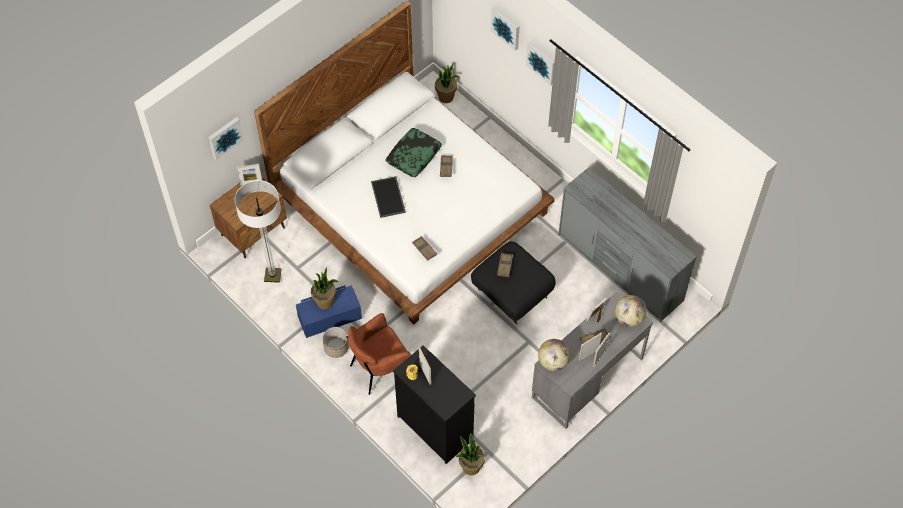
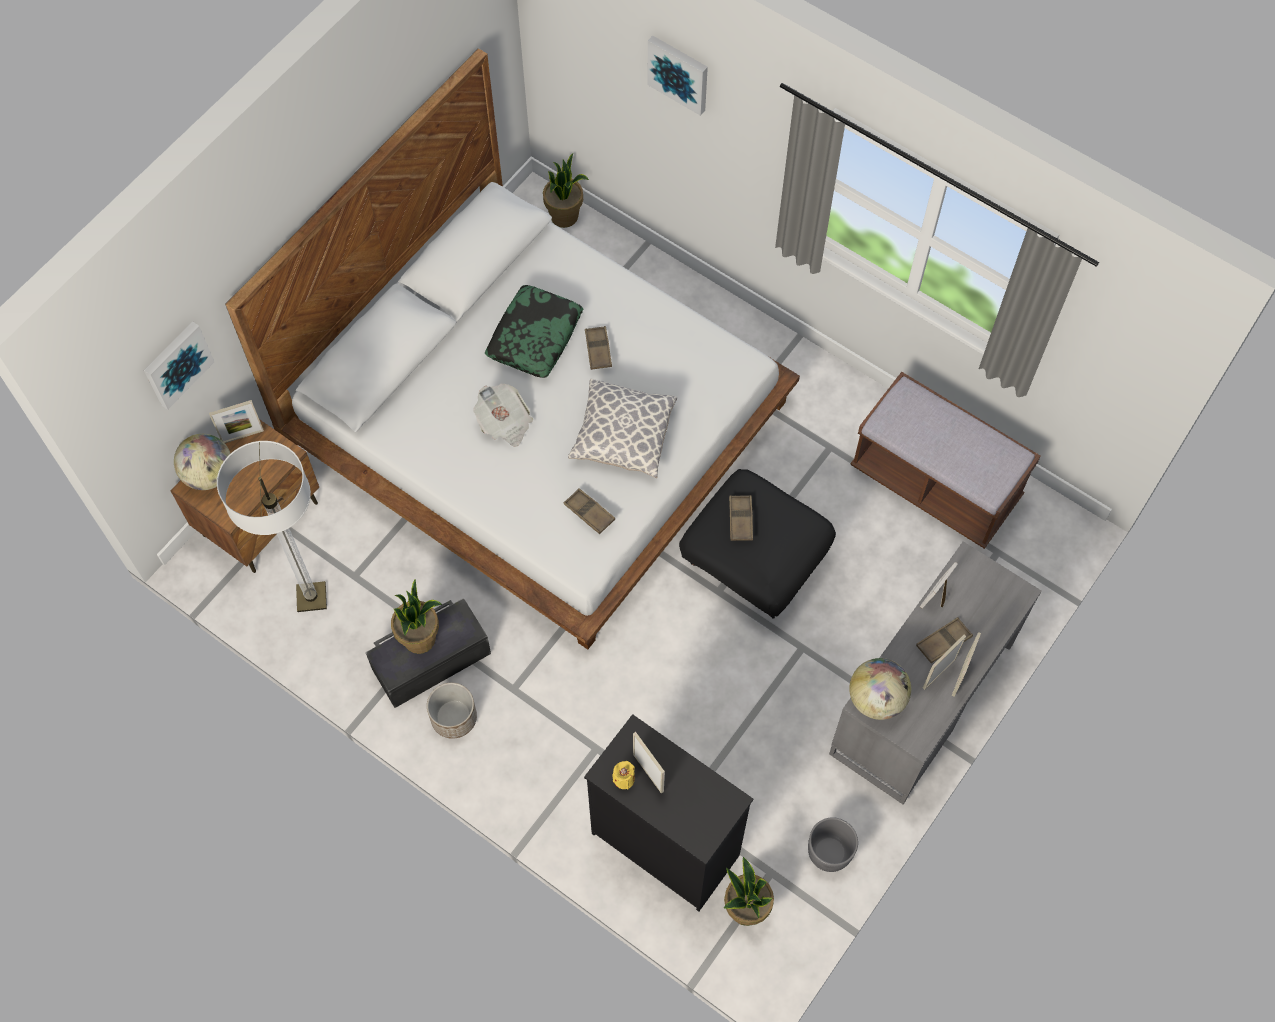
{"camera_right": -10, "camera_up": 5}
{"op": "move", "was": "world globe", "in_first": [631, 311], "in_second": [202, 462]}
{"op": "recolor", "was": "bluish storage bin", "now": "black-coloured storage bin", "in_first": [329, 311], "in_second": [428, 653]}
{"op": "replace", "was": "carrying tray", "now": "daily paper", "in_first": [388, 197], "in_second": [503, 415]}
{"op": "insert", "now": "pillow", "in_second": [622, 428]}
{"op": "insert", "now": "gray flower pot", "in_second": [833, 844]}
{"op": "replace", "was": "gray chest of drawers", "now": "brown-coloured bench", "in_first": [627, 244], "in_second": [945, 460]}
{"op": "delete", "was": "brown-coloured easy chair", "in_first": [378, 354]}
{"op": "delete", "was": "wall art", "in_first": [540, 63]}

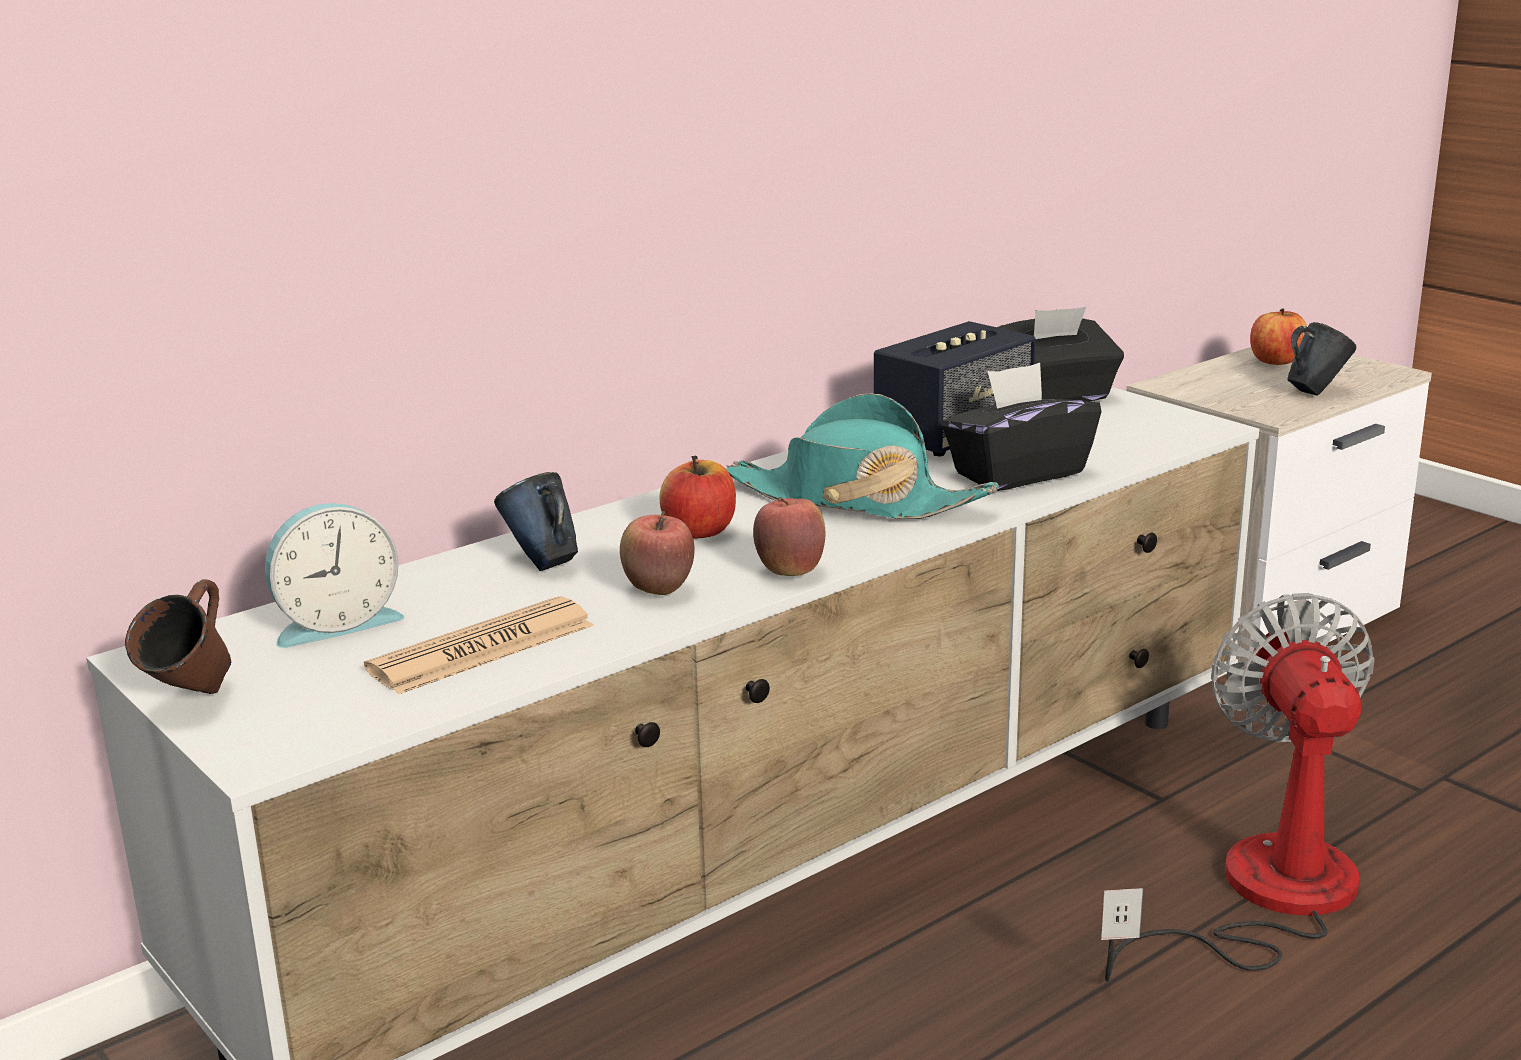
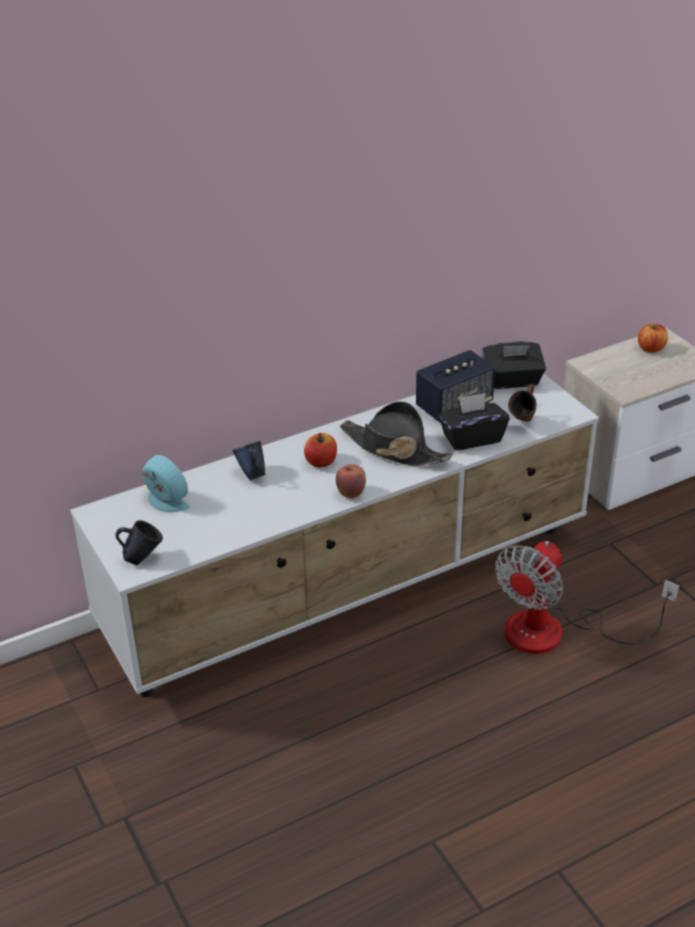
{"camera_right": 10, "camera_up": 15}
{"op": "move", "was": "bluish mug", "in_first": [1321, 359], "in_second": [139, 542]}
{"op": "rotate", "was": "alarm clock", "in_first": [334, 575], "in_second": [165, 483], "clockwise": -120}
{"op": "recolor", "was": "turquoise hat", "now": "black-coloured hat", "in_first": [862, 456], "in_second": [396, 433]}
{"op": "rotate", "was": "fan", "in_first": [1238, 787], "in_second": [587, 597], "clockwise": -150}
{"op": "move", "was": "brown-coloured mug", "in_first": [178, 636], "in_second": [522, 403]}
{"op": "delete", "was": "daily paper", "in_first": [479, 645]}
{"op": "delete", "was": "apple", "in_first": [657, 553]}

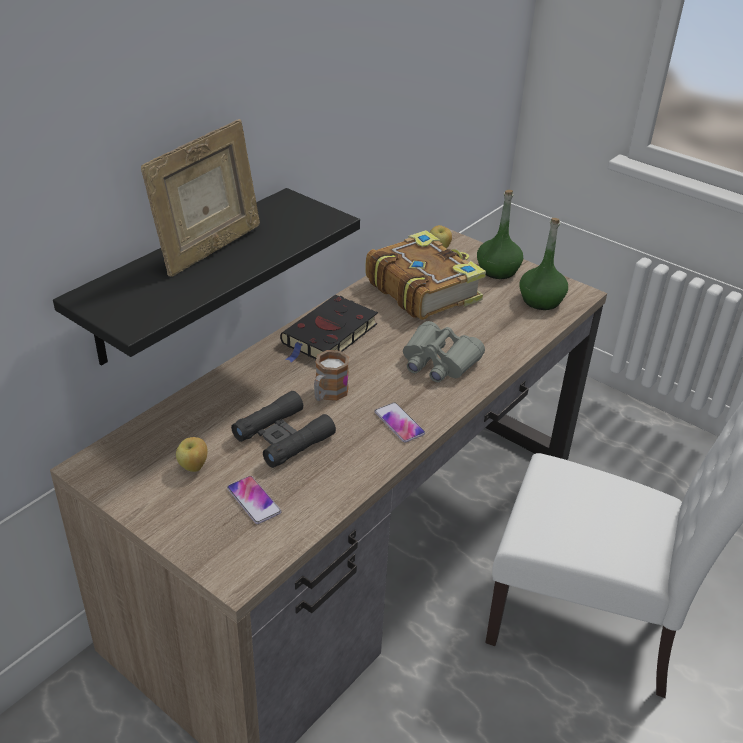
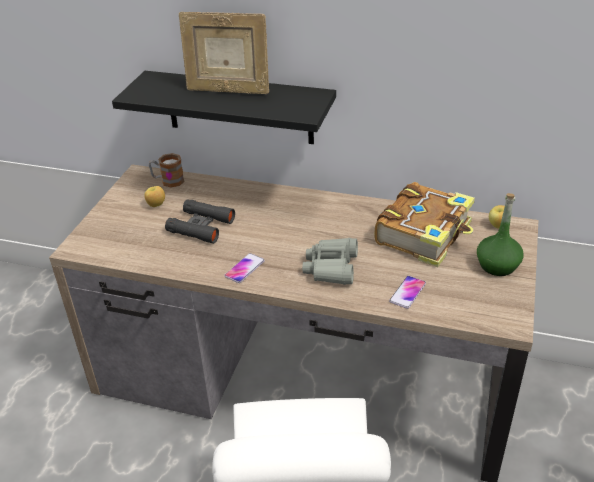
{"camera_right": 70, "camera_up": 0}
{"op": "move", "was": "mug", "in_first": [331, 375], "in_second": [167, 170]}
{"op": "move", "was": "phone", "in_first": [254, 500], "in_second": [407, 292]}
{"op": "delete", "was": "black-coloured bound book", "in_first": [329, 328]}
{"op": "delete", "was": "greenish drink bottle", "in_first": [543, 264]}

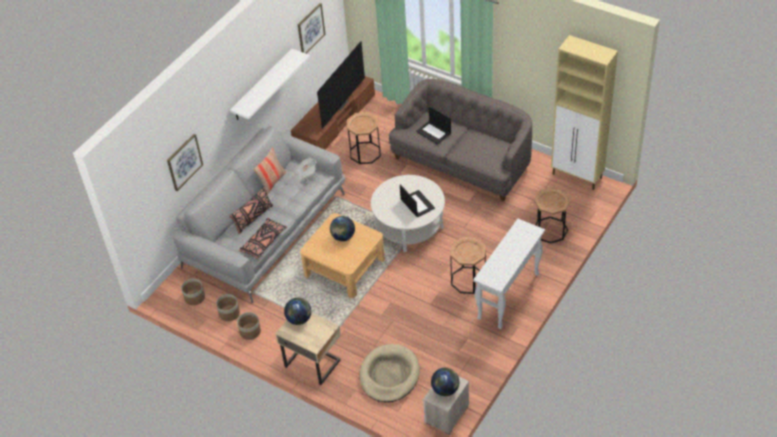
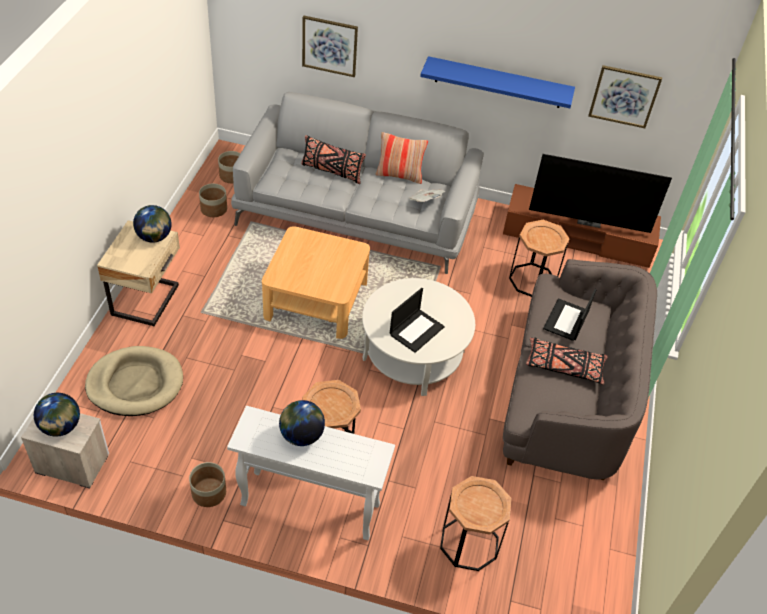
{"camera_right": 65, "camera_up": 0}
{"op": "move", "was": "flower pot", "in_first": [249, 326], "in_second": [207, 484]}
{"op": "move", "was": "world globe", "in_first": [342, 228], "in_second": [302, 423]}
{"op": "recolor", "was": "white-coloured shelf", "now": "bluish shelf", "in_first": [270, 84], "in_second": [497, 82]}
{"op": "move", "was": "black-coloured pillow", "in_first": [263, 238], "in_second": [567, 361]}
{"op": "delete", "was": "sand-coloured storage cabinet", "in_first": [584, 112]}

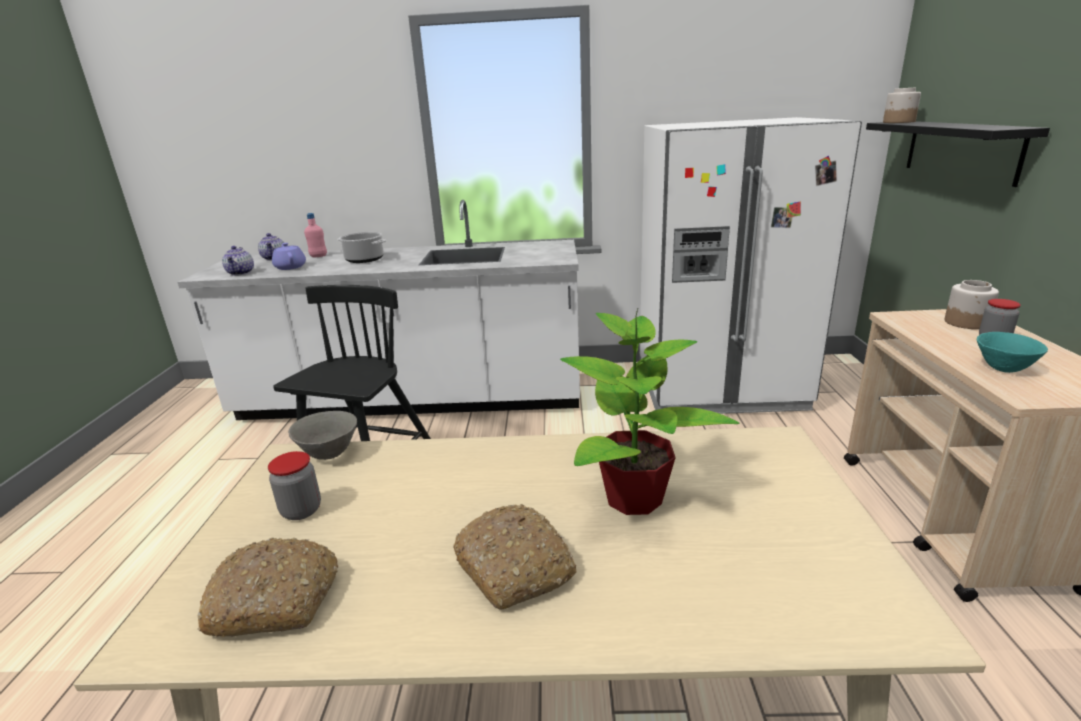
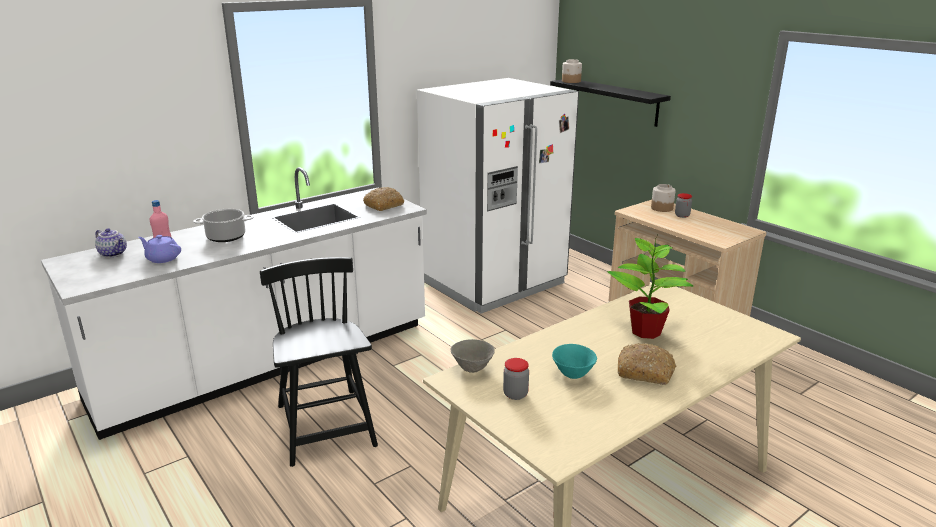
{"camera_right": -40, "camera_up": 0}
{"op": "move", "was": "bread", "in_first": [267, 587], "in_second": [383, 199]}
{"op": "move", "was": "turquoise bowl", "in_first": [1012, 352], "in_second": [574, 361]}
{"op": "delete", "was": "pot for tea", "in_first": [238, 261]}

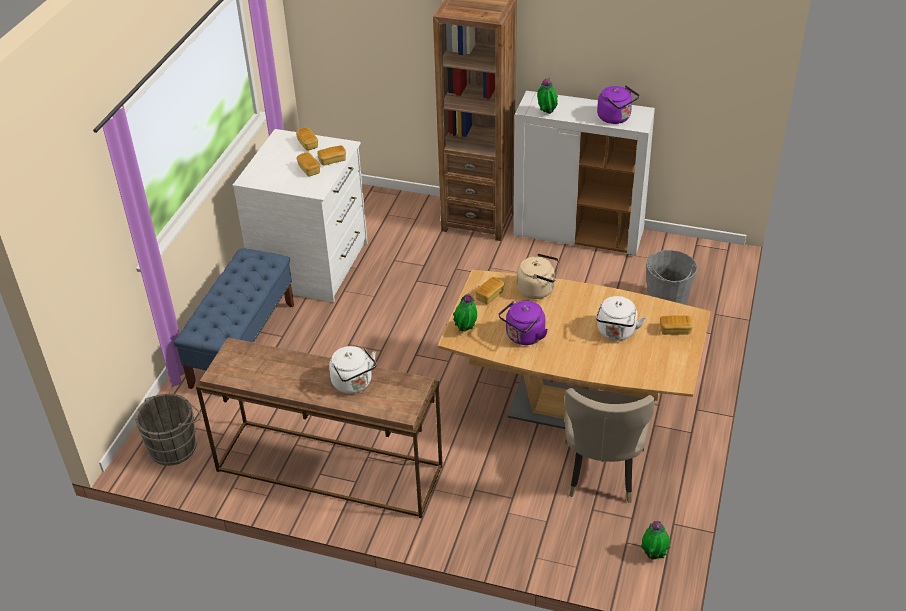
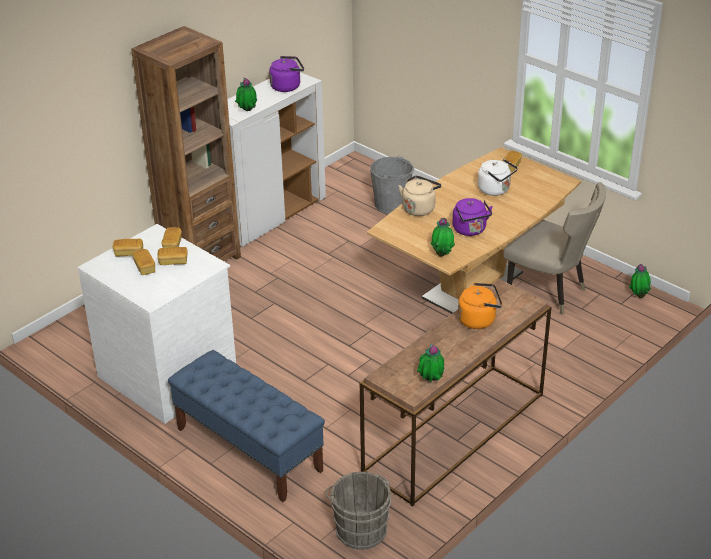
{"camera_right": -65, "camera_up": -5}
{"op": "move", "was": "bread", "in_first": [489, 290], "in_second": [143, 262]}
{"op": "insert", "now": "houseplant", "in_second": [430, 362]}
{"op": "recolor", "was": "white-coloured water kettle", "now": "orangey water kettle", "in_first": [353, 369], "in_second": [480, 306]}

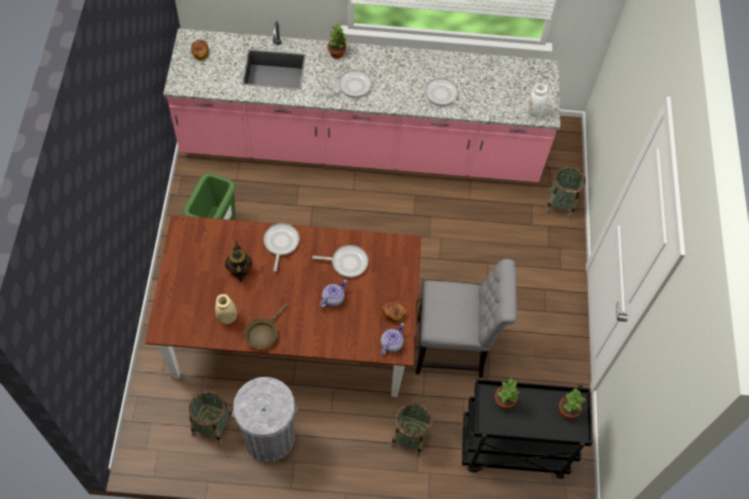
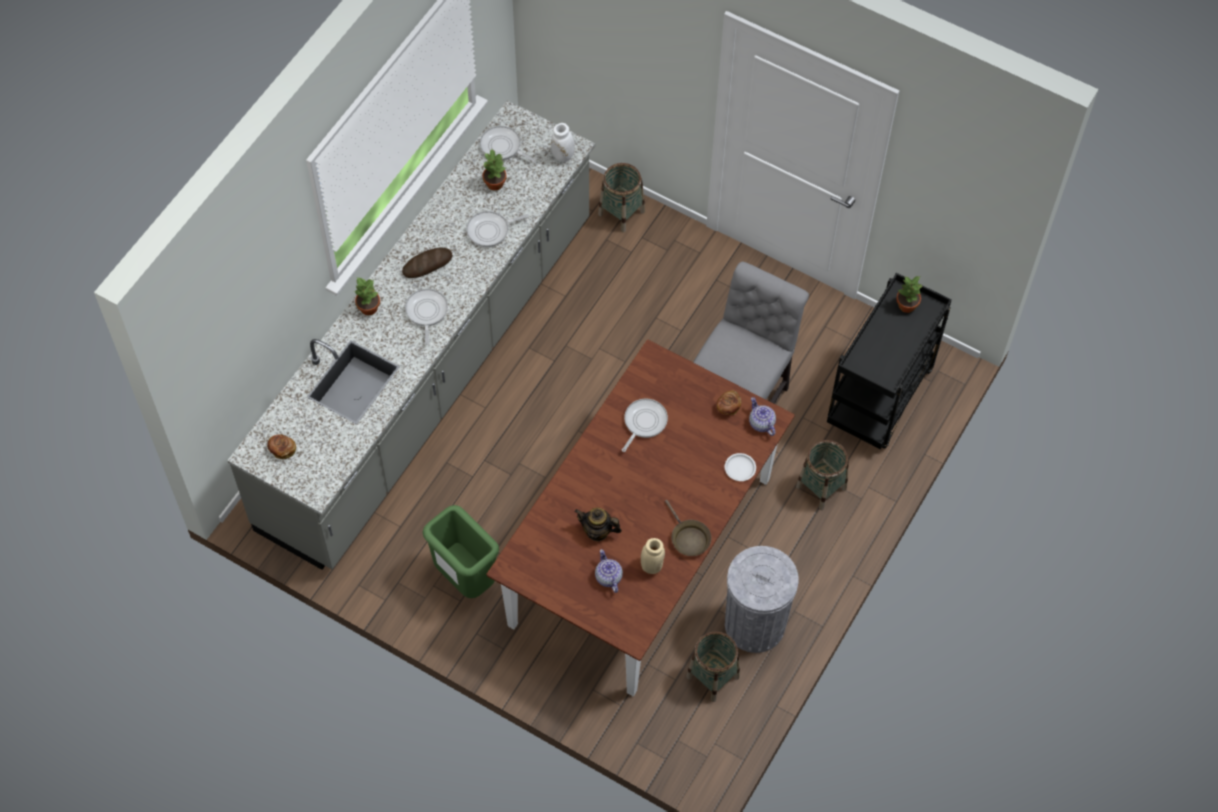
{"camera_right": -60, "camera_up": 0}
{"op": "recolor", "was": "pinkish kitchen counter", "now": "gray kitchen counter", "in_first": [361, 101], "in_second": [411, 335]}
{"op": "insert", "now": "bread", "in_second": [427, 263]}
{"op": "move", "was": "pan", "in_first": [281, 247], "in_second": [508, 144]}
{"op": "move", "was": "houseplant", "in_first": [507, 393], "in_second": [494, 170]}
{"op": "move", "was": "pot for tea", "in_first": [333, 294], "in_second": [609, 571]}
{"op": "insert", "now": "white-coloured plate", "in_second": [740, 467]}

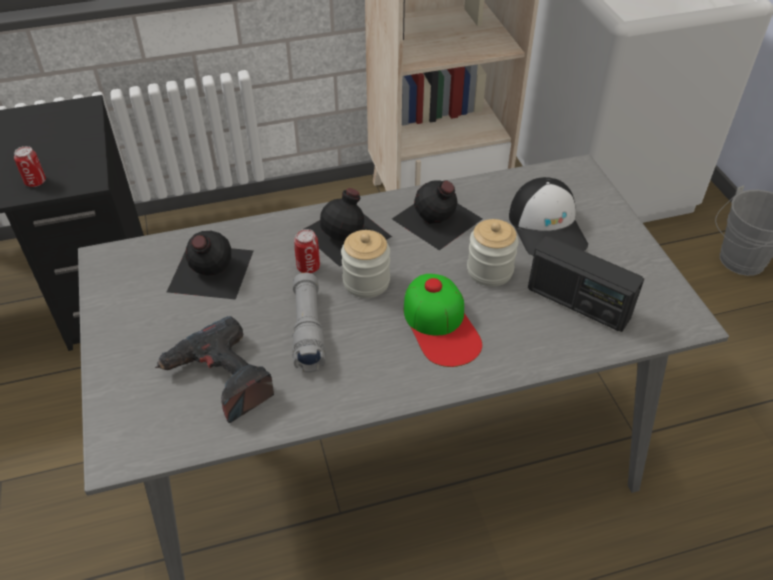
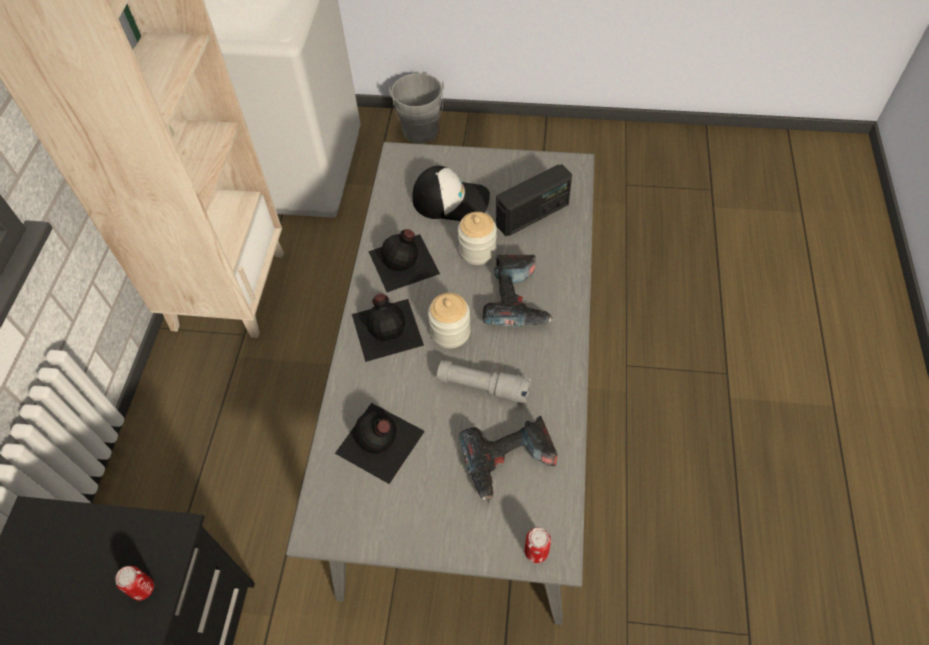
{"camera_right": -65, "camera_up": 10}
{"op": "replace", "was": "baseball cap", "now": "drill", "in_first": [443, 320], "in_second": [518, 291]}
{"op": "move", "was": "sealed can", "in_first": [307, 251], "in_second": [538, 545]}

